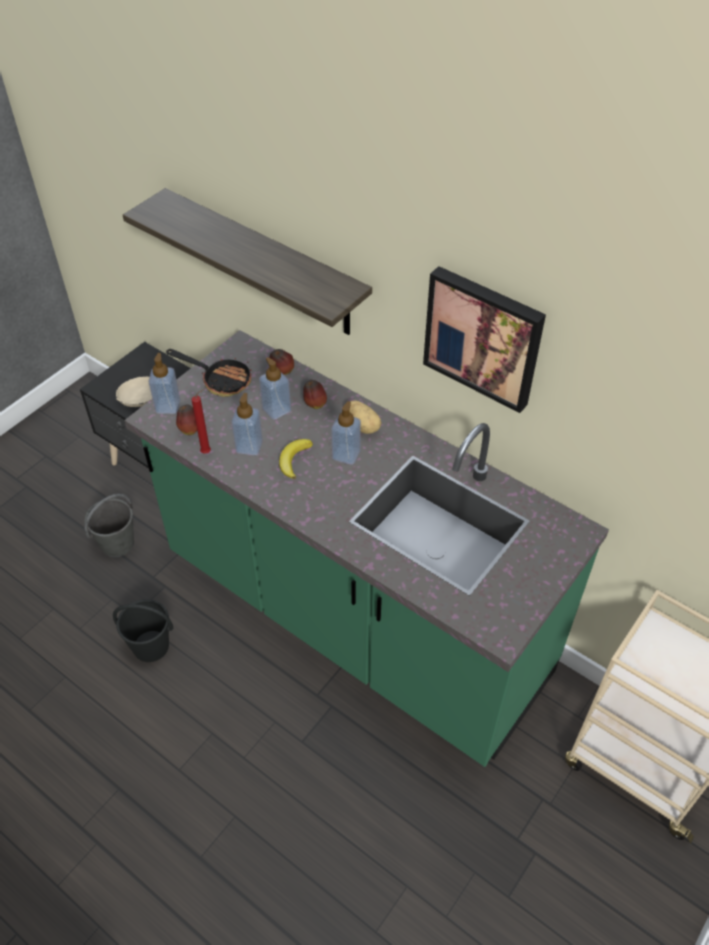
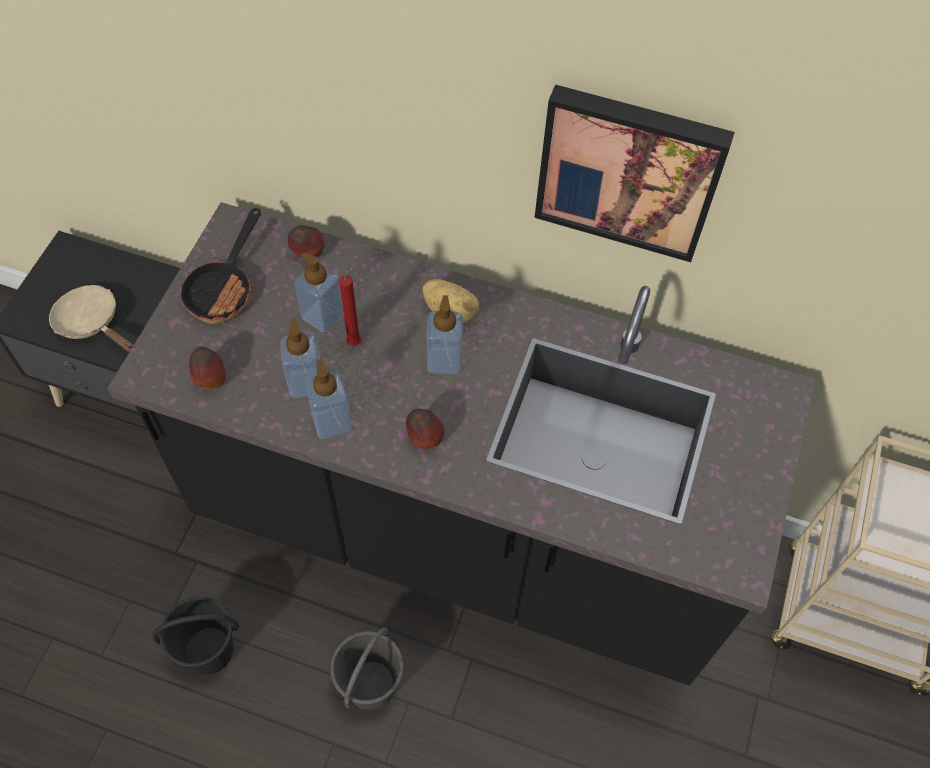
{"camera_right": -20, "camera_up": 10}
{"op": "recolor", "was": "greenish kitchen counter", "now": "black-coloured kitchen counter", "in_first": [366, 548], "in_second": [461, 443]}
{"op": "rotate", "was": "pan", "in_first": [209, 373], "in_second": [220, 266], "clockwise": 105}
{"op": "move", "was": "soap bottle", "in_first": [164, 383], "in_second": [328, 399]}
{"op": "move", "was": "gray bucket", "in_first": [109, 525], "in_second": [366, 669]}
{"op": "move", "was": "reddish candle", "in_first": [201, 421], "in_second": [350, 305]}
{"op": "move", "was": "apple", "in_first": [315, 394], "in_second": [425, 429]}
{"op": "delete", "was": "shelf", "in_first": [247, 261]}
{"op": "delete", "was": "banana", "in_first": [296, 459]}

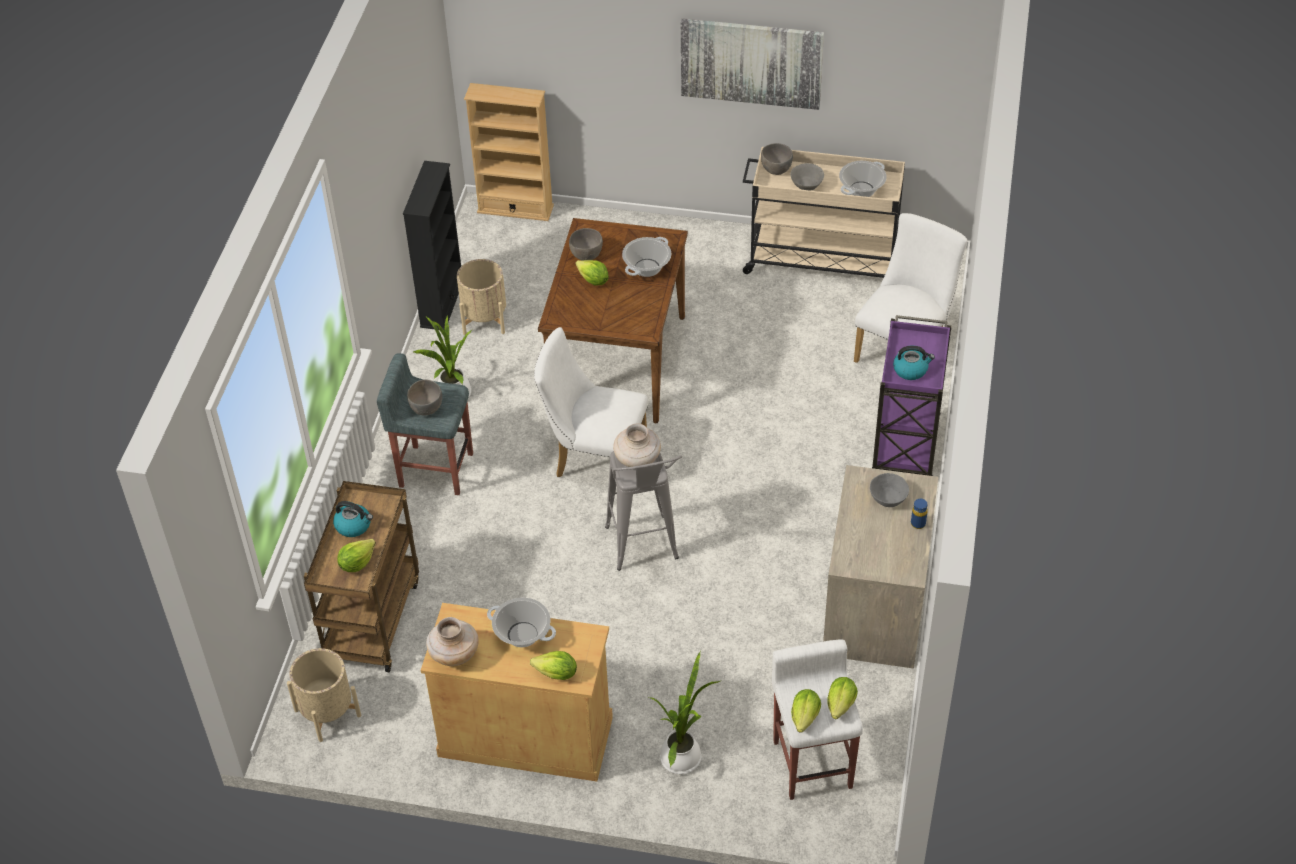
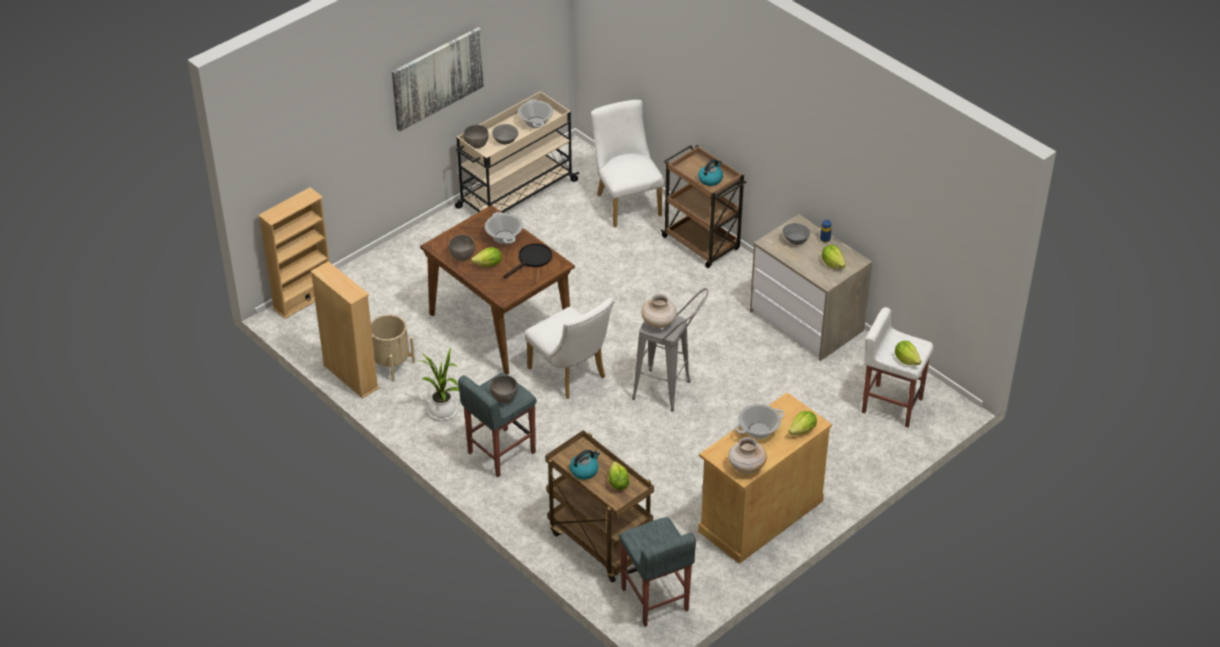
{"camera_right": -55, "camera_up": -5}
{"op": "recolor", "was": "black-coloured shelving unit", "now": "sand-coloured shelving unit", "in_first": [432, 246], "in_second": [345, 330]}
{"op": "insert", "now": "black-coloured pan", "in_second": [527, 261]}
{"op": "rotate", "was": "white-coloured chair", "in_first": [591, 402], "in_second": [569, 348], "clockwise": -90}
{"op": "replace", "was": "sand-coloured flower pot", "now": "gray stool", "in_first": [324, 695], "in_second": [657, 572]}
{"op": "recolor", "was": "purplish cart", "now": "brown-coloured cart", "in_first": [911, 395], "in_second": [703, 206]}
{"op": "move", "was": "lettuce head", "in_first": [842, 698], "in_second": [834, 257]}
{"op": "delete", "was": "houseplant", "in_first": [685, 713]}

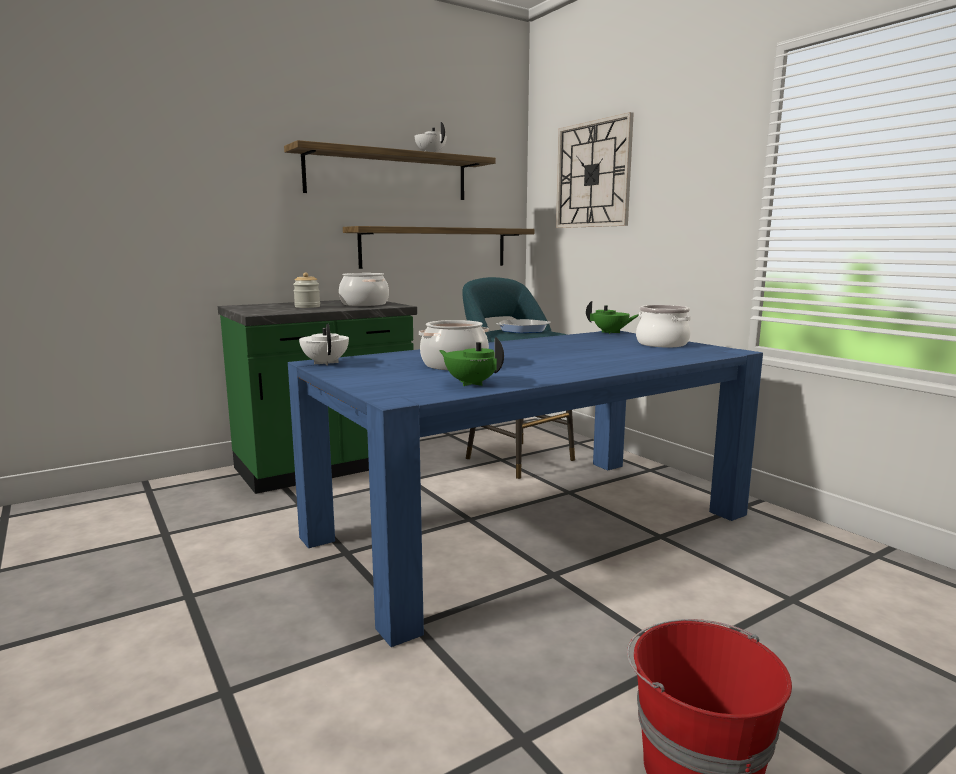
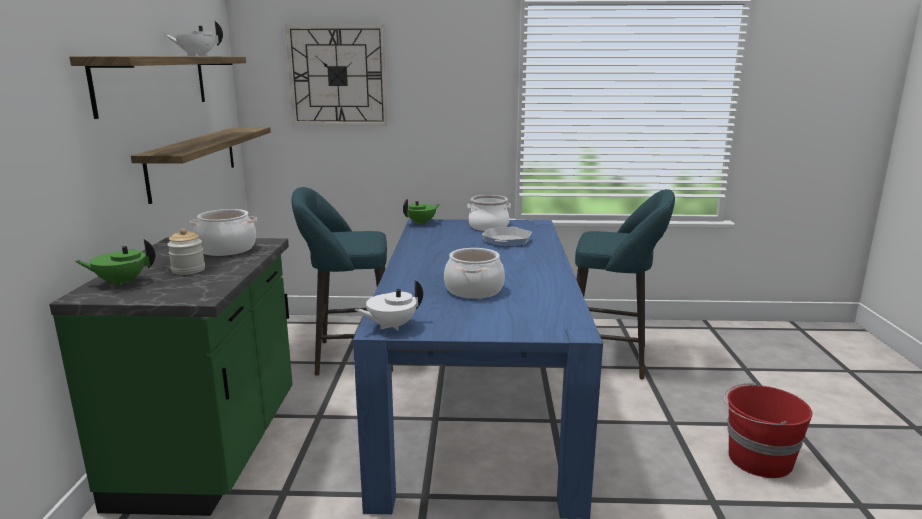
{"camera_right": -55, "camera_up": 5}
{"op": "move", "was": "greenish pot for tea", "in_first": [471, 361], "in_second": [115, 262]}
{"op": "rotate", "was": "white-coloured pot for tea", "in_first": [324, 344], "in_second": [389, 305], "clockwise": -45}
{"op": "move", "was": "pan", "in_first": [523, 326], "in_second": [507, 236]}
{"op": "insert", "now": "turquoise stool", "in_second": [625, 284]}

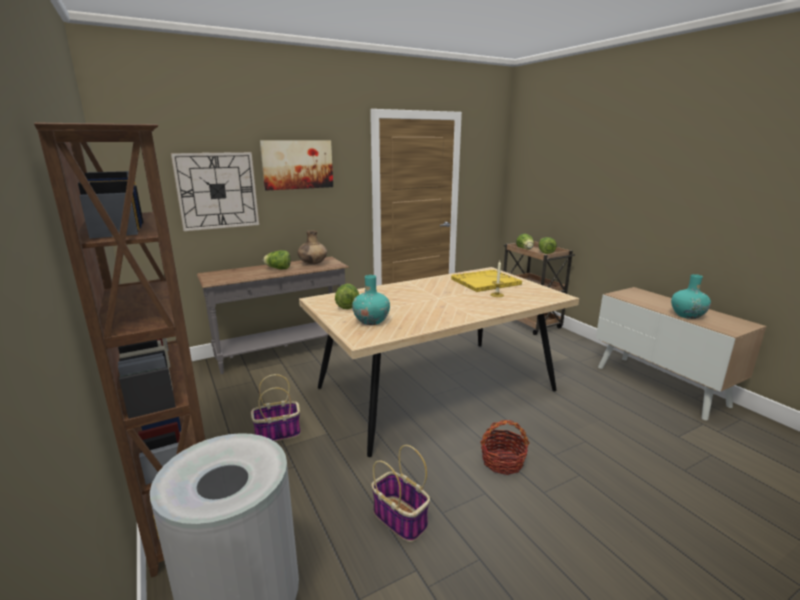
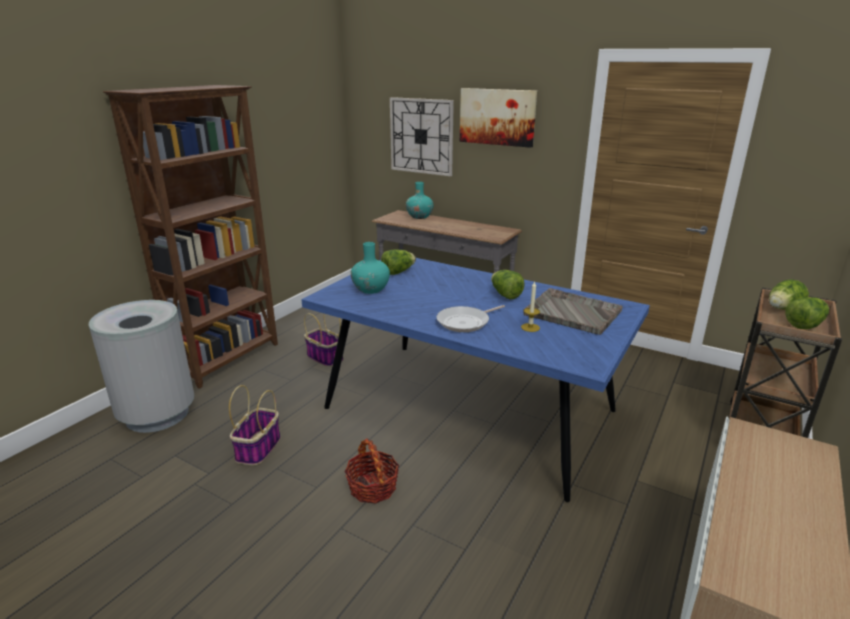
{"camera_right": 60, "camera_up": 5}
{"op": "recolor", "was": "sand-coloured dinner table", "now": "bluish dinner table", "in_first": [439, 362], "in_second": [475, 380]}
{"op": "move", "was": "turquoise vase", "in_first": [691, 296], "in_second": [419, 200]}
{"op": "insert", "now": "pan", "in_second": [470, 318]}
{"op": "move", "was": "lettuce head", "in_first": [277, 259], "in_second": [508, 285]}
{"op": "recolor", "was": "yellow-coloured carrying tray", "now": "gray carrying tray", "in_first": [486, 281], "in_second": [573, 311]}
{"op": "delete", "was": "brown-coloured vase", "in_first": [312, 247]}

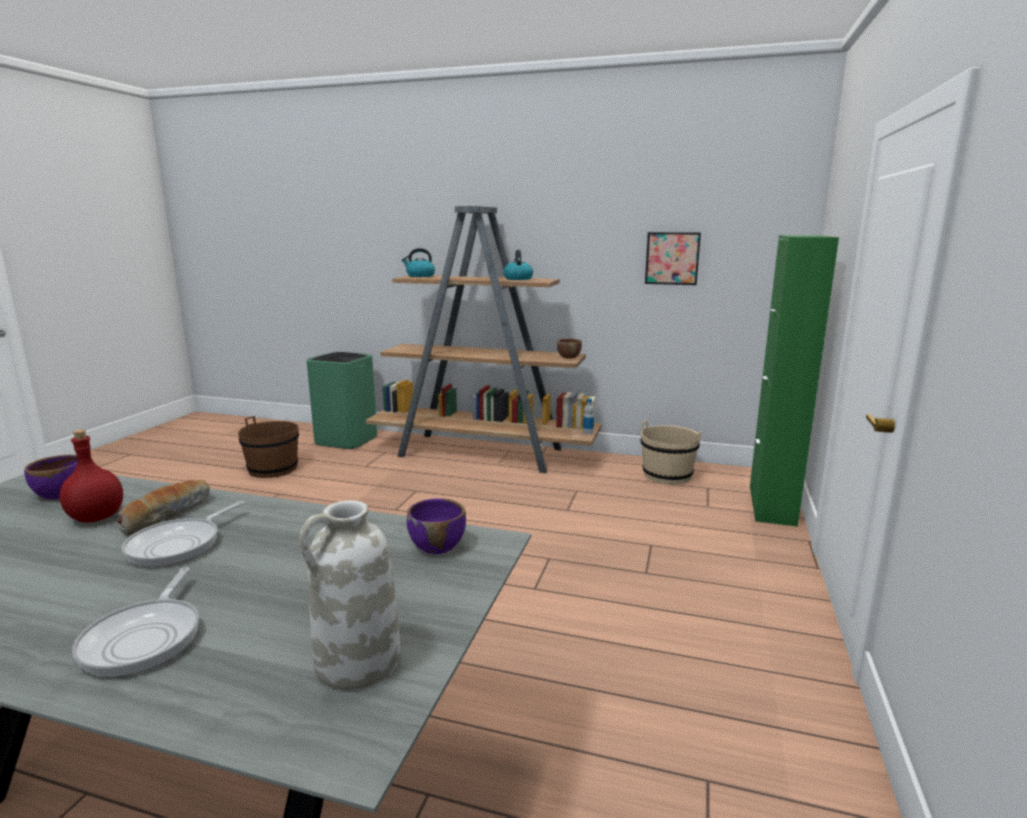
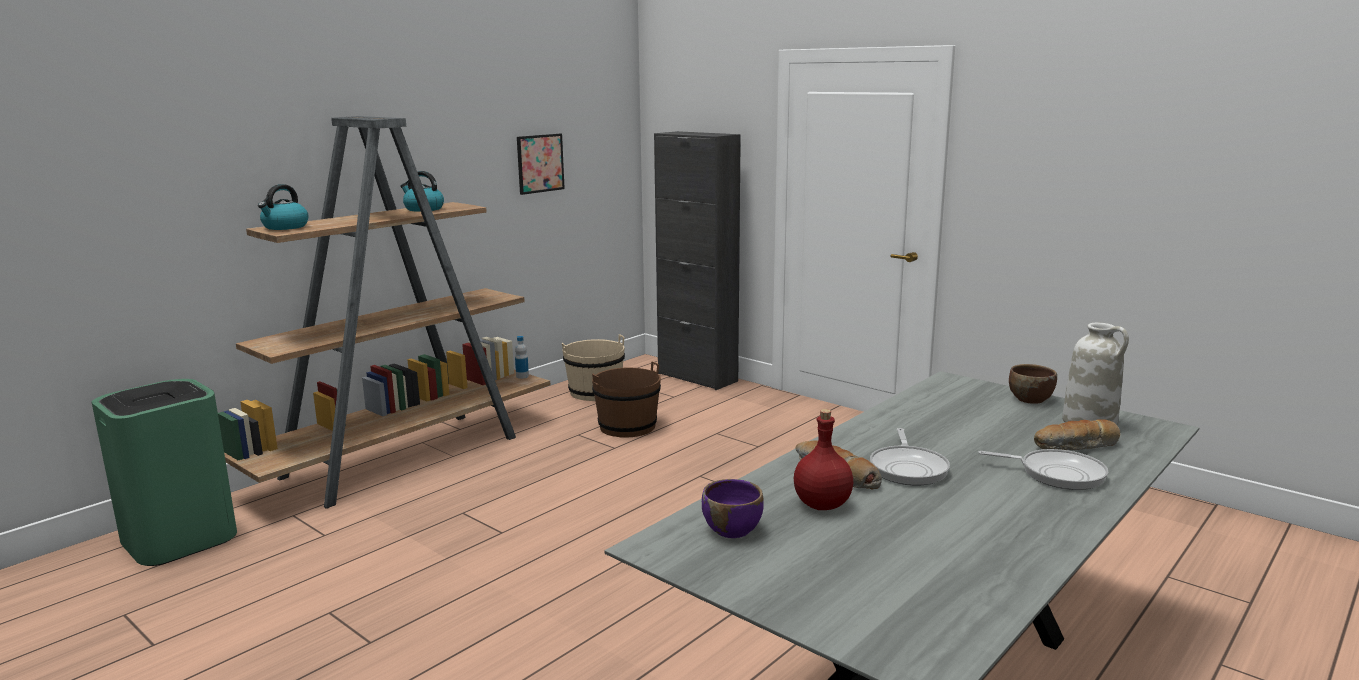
{"camera_right": -65, "camera_up": 0}
{"op": "move", "was": "brown-coloured bucket", "in_first": [268, 447], "in_second": [626, 400]}
{"op": "recolor", "was": "greenish storage cabinet", "now": "black-coloured storage cabinet", "in_first": [794, 381], "in_second": [697, 260]}
{"op": "rotate", "was": "pan", "in_first": [183, 534], "in_second": [910, 456], "clockwise": 45}
{"op": "move", "was": "brown-coloured bowl", "in_first": [569, 348], "in_second": [1033, 384]}
{"op": "insert", "now": "bread", "in_second": [1077, 435]}
{"op": "delete", "was": "purplish bowl", "in_first": [436, 526]}

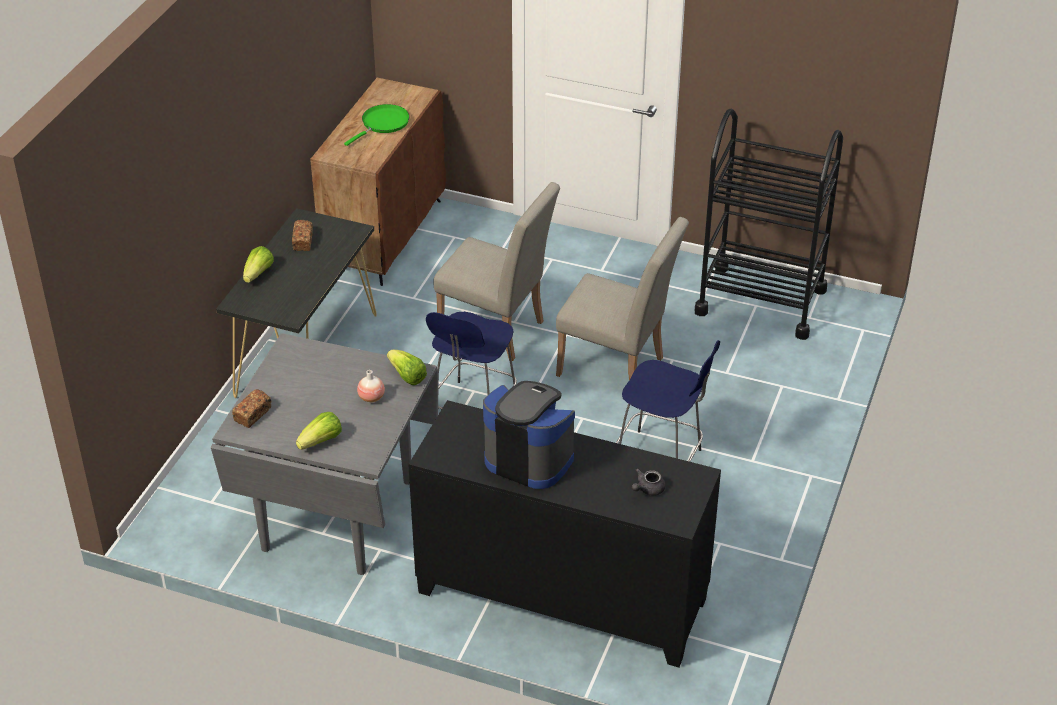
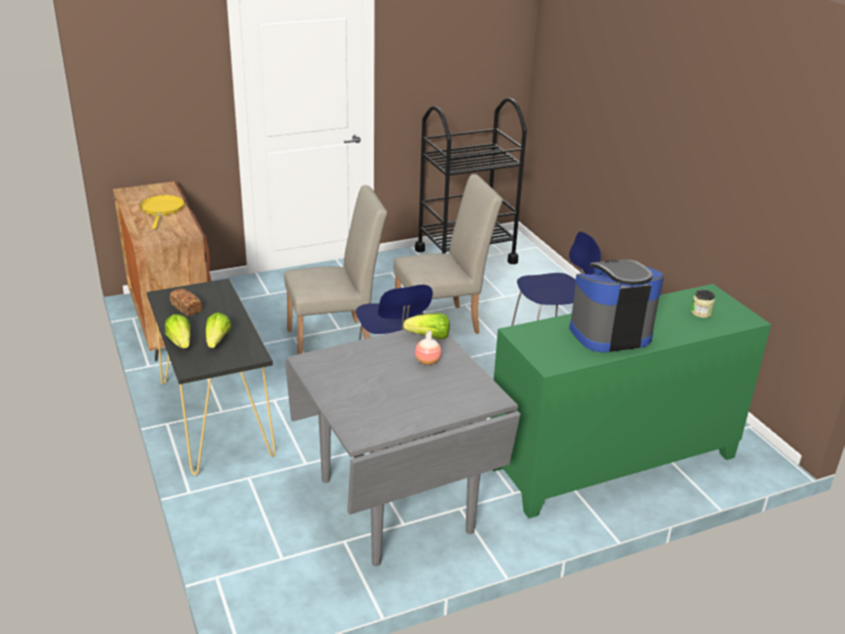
{"camera_right": -45, "camera_up": -10}
{"op": "recolor", "was": "greenish pan", "now": "yellow-coloured pan", "in_first": [377, 125], "in_second": [162, 212]}
{"op": "move", "was": "lettuce head", "in_first": [319, 431], "in_second": [219, 330]}
{"op": "recolor", "was": "black-coloured storage cabinet", "now": "greenish storage cabinet", "in_first": [564, 533], "in_second": [630, 401]}
{"op": "replace", "was": "gray pot for tea", "now": "preserve jar", "in_first": [648, 482], "in_second": [703, 304]}
{"op": "delete", "was": "bread", "in_first": [252, 408]}

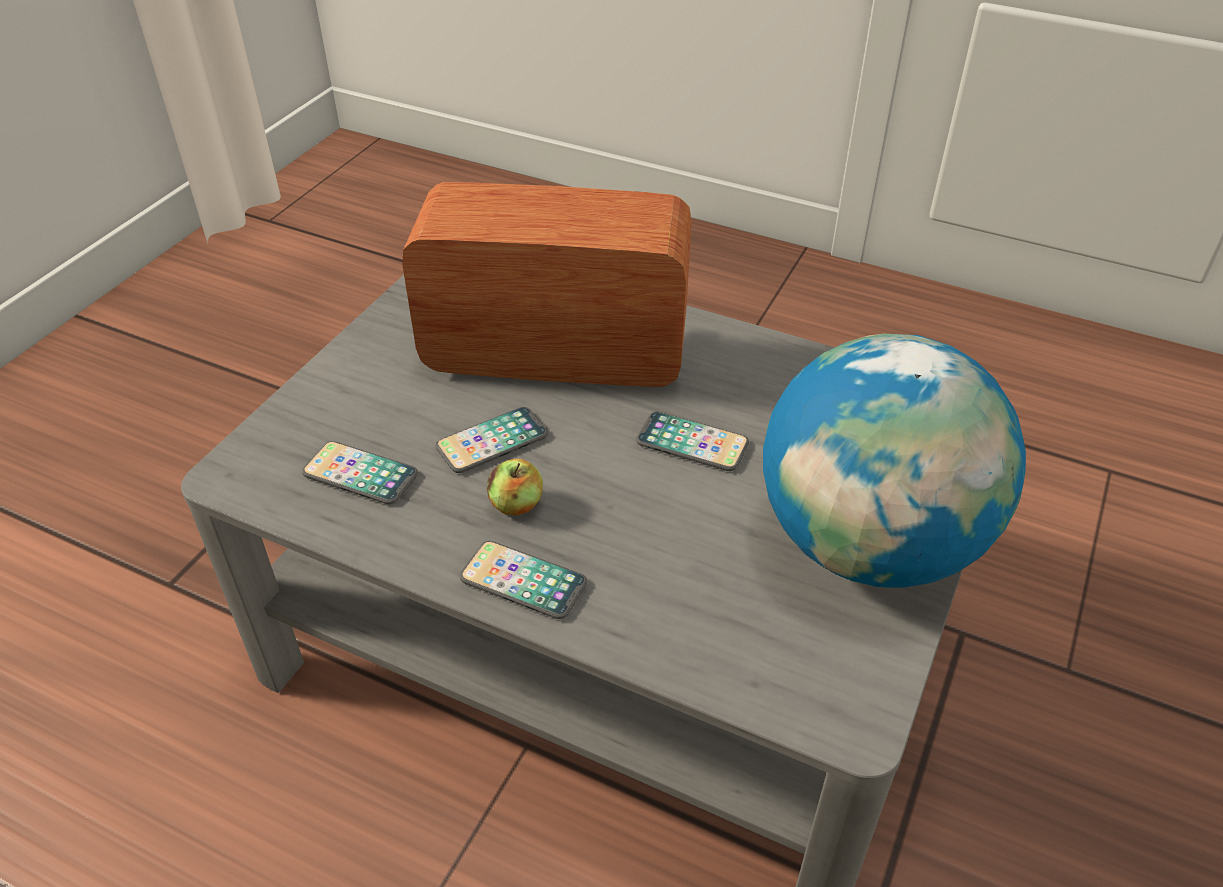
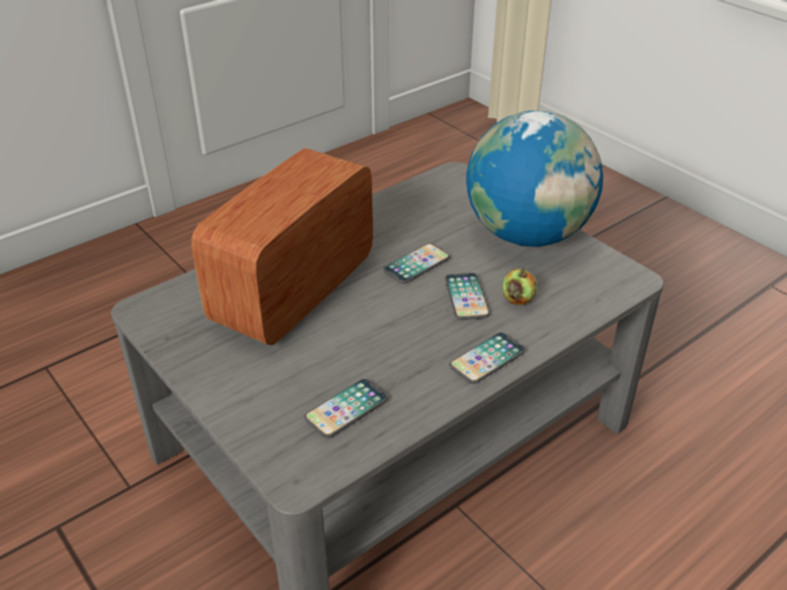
{"camera_right": -65, "camera_up": -5}
{"op": "move", "was": "phone", "in_first": [492, 440], "in_second": [467, 296]}
{"op": "move", "was": "apple", "in_first": [515, 487], "in_second": [519, 286]}

